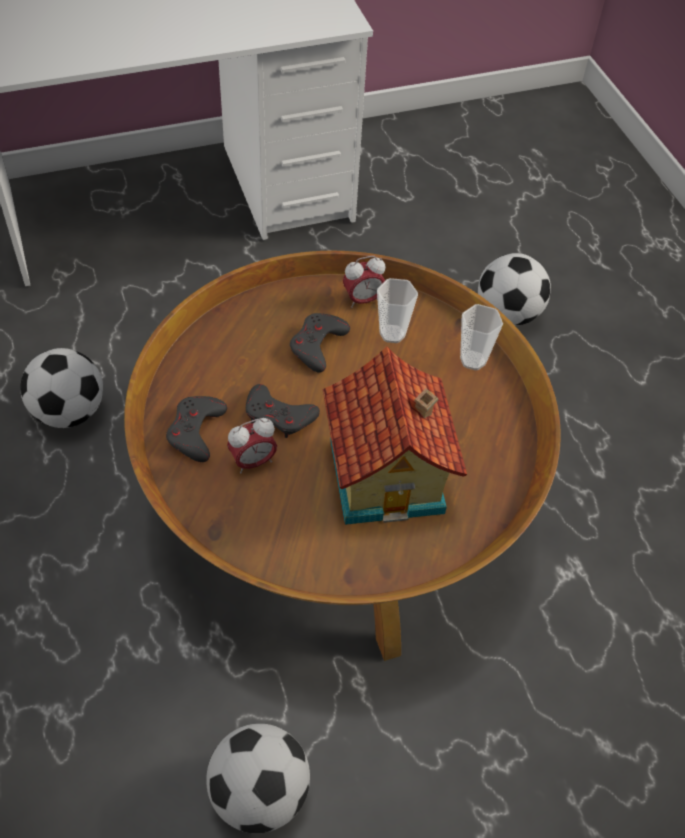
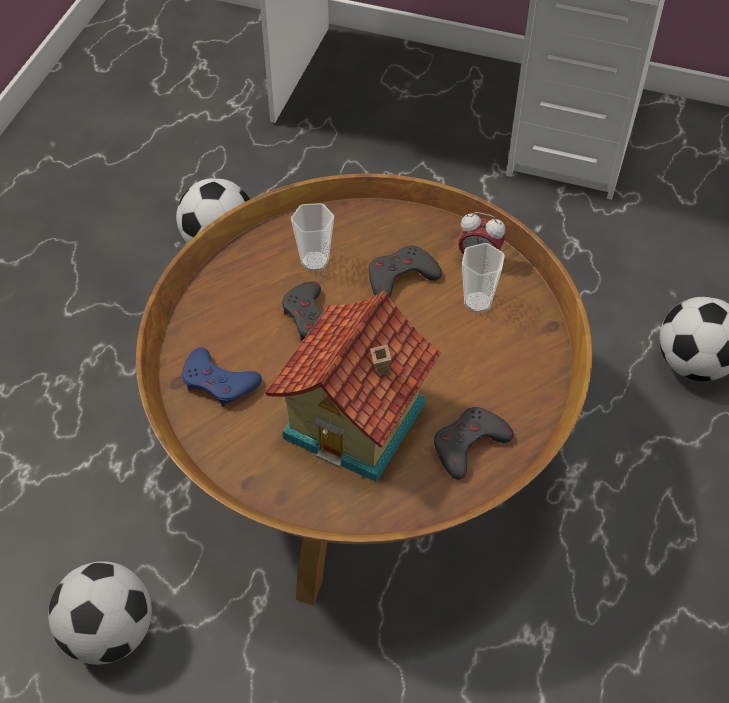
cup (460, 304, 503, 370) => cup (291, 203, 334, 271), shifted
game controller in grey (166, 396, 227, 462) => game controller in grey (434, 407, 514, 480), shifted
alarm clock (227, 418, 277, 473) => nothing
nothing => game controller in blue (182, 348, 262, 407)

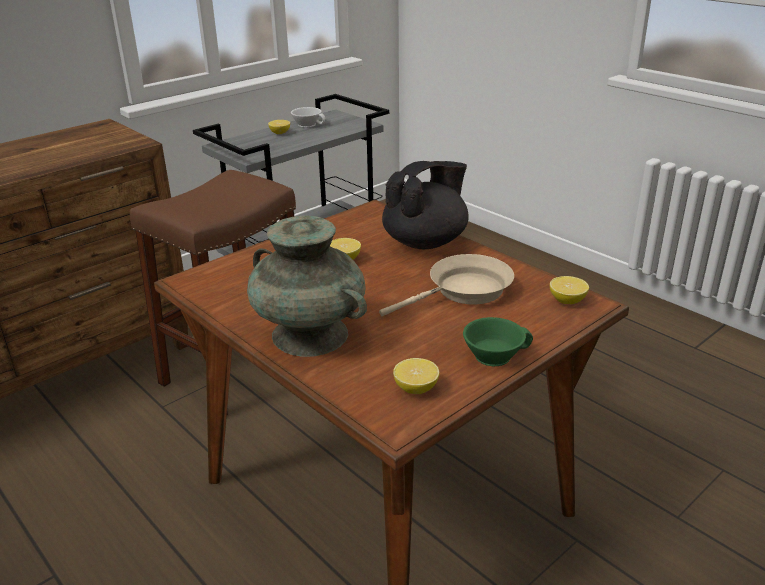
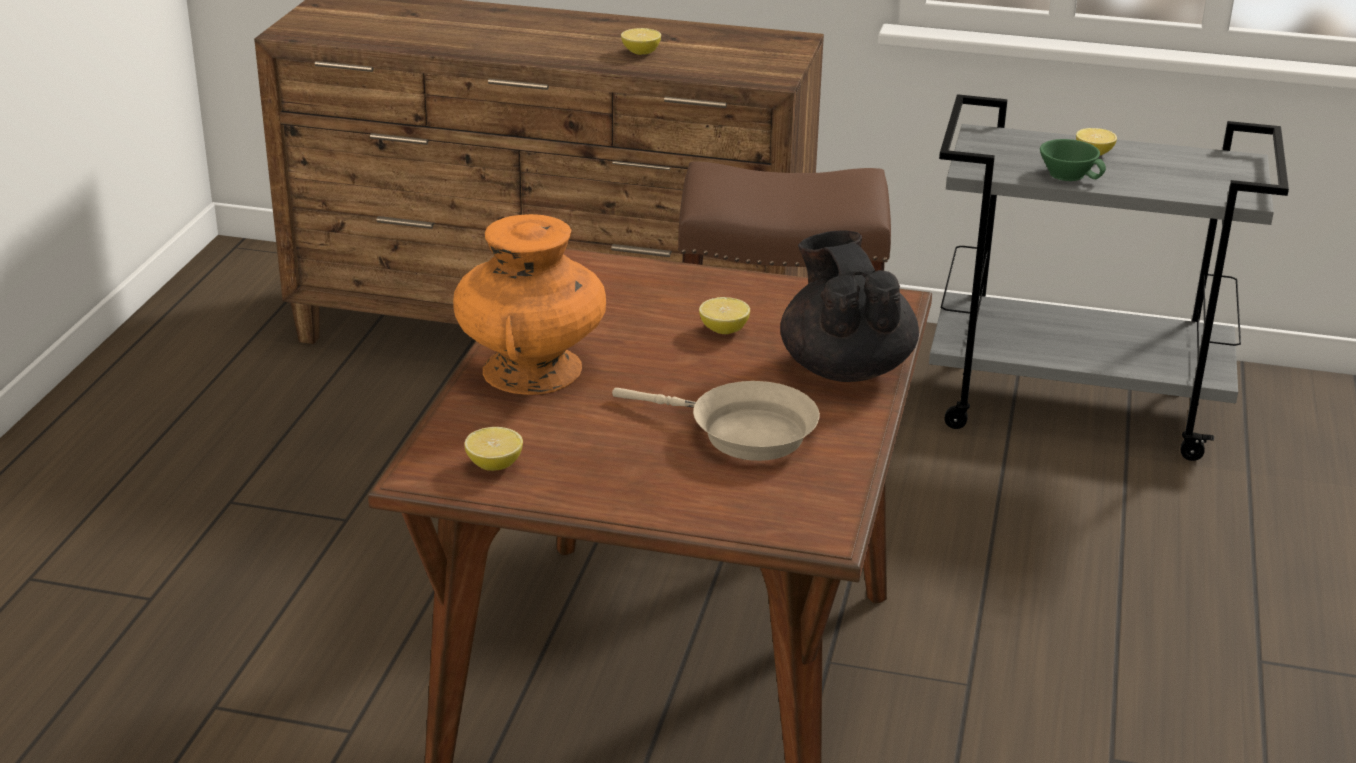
cup in white (291, 107, 326, 127) => nothing
teapot in black (382, 161, 469, 249) => teapot in black (780, 230, 919, 382), 120 degrees counterclockwise
vase in turquoise (247, 216, 367, 357) => vase in orange (453, 214, 606, 395)
lemon (550, 276, 589, 304) => lemon (621, 28, 661, 55), shifted
cup in green (463, 317, 533, 366) => cup in green (1040, 139, 1106, 181), shifted

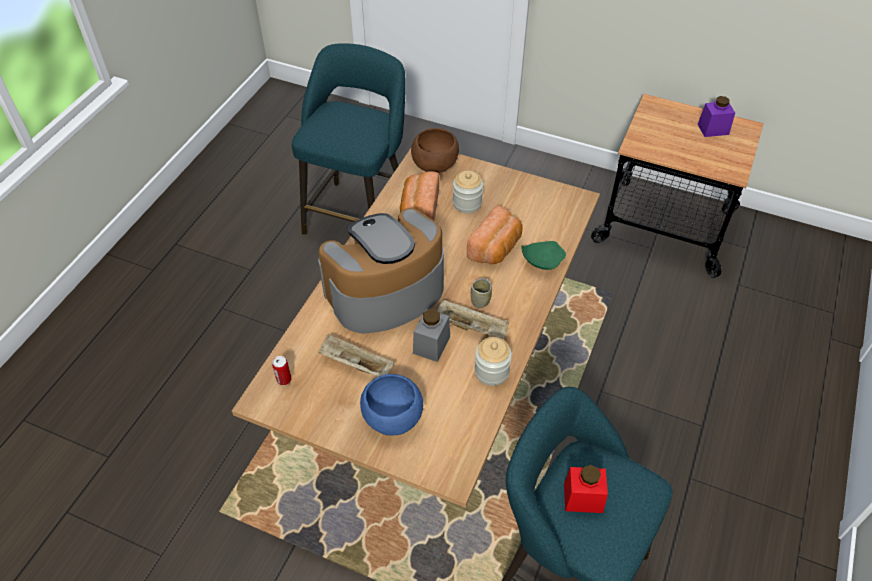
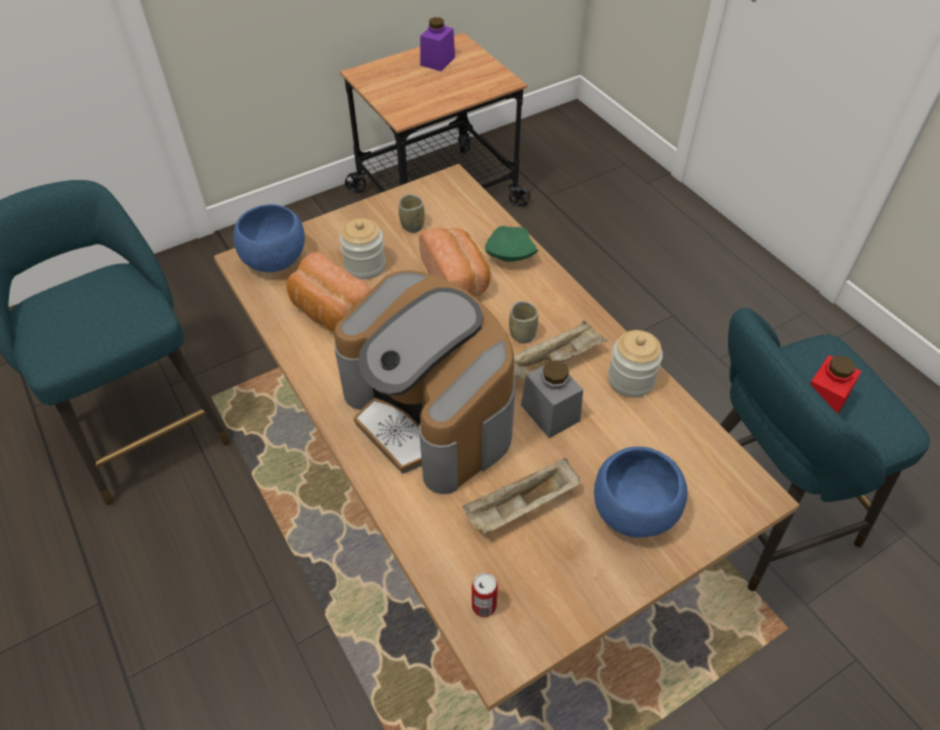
bowl in brown (411, 128, 459, 173) => bowl in blue (233, 204, 305, 272)
coffee machine (318, 208, 444, 334) => coffee machine (334, 270, 515, 494), 45 degrees counterclockwise
nothing => cup (399, 194, 425, 233)

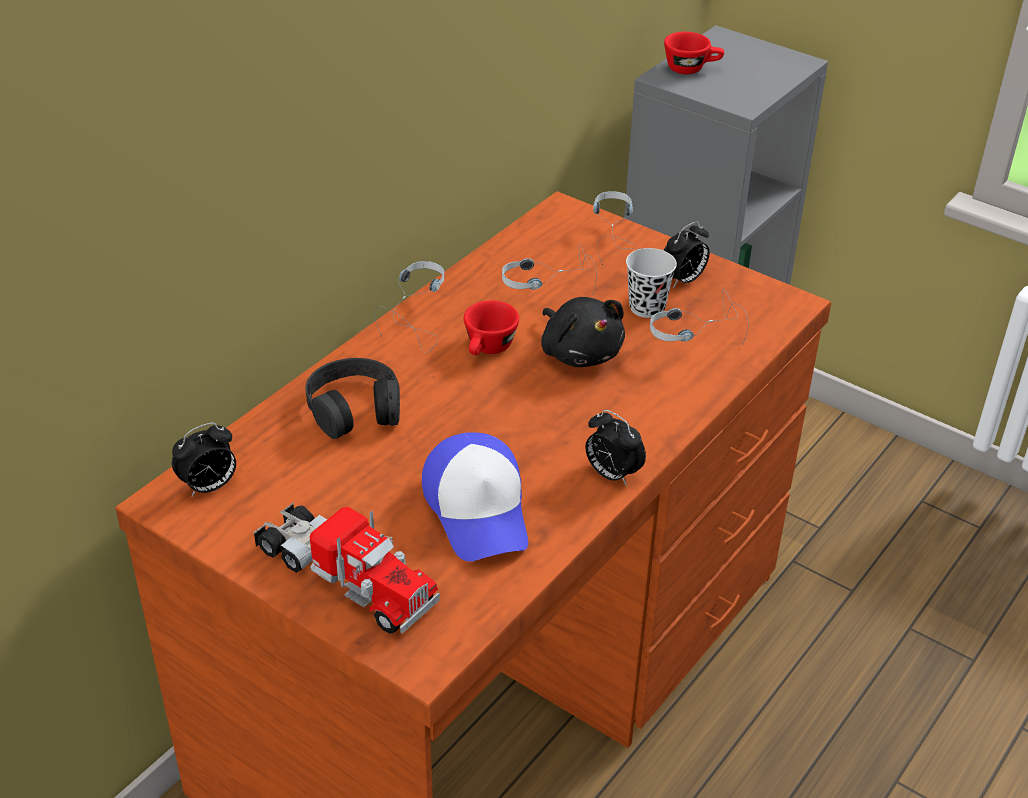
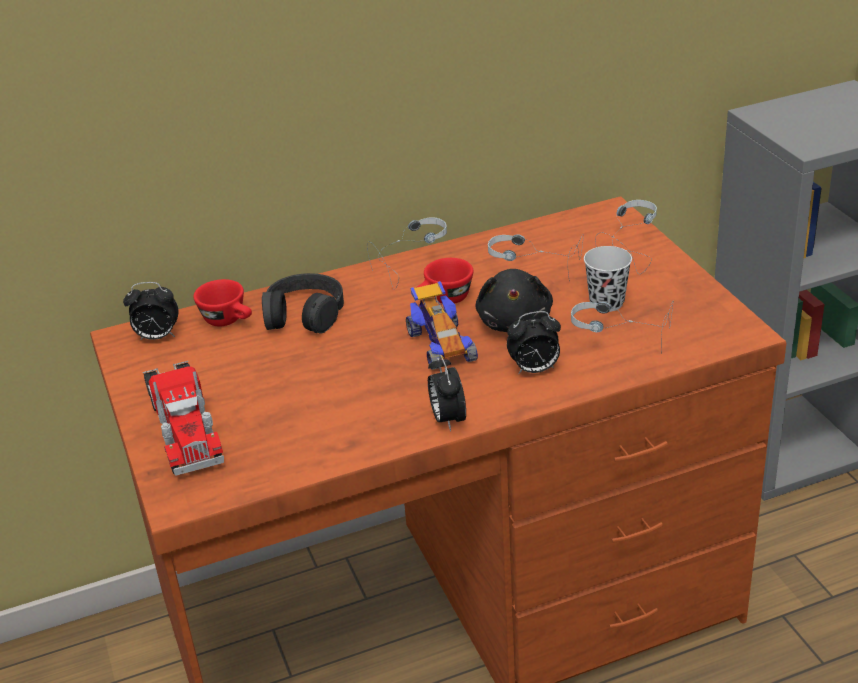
cup in red (664, 32, 724, 74) => cup in red (193, 279, 252, 326), shifted
alarm clock (664, 221, 710, 288) => alarm clock (507, 311, 561, 374), shifted
cap (422, 432, 528, 562) => nothing
nothing => toy car (406, 281, 478, 370)

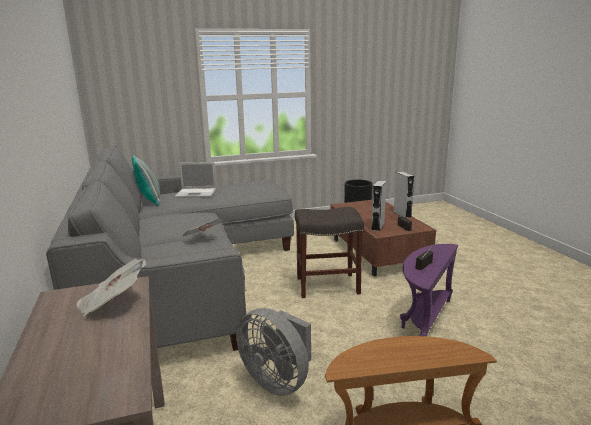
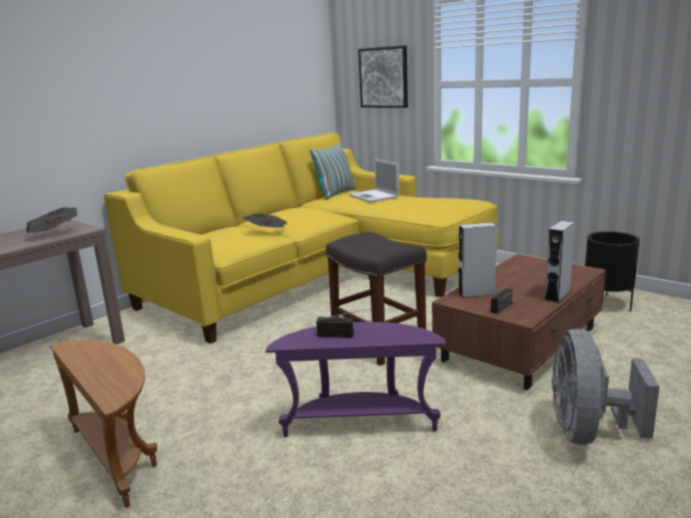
sofa in grey (46, 146, 294, 351) => sofa in yellow (104, 132, 499, 344)
fan in grey (236, 308, 311, 396) => fan in grey (552, 329, 660, 445), shifted
nothing => picture (358, 46, 408, 108)

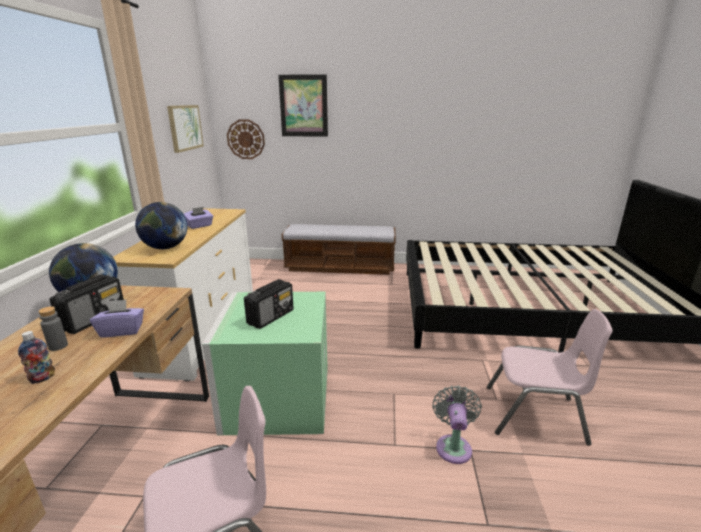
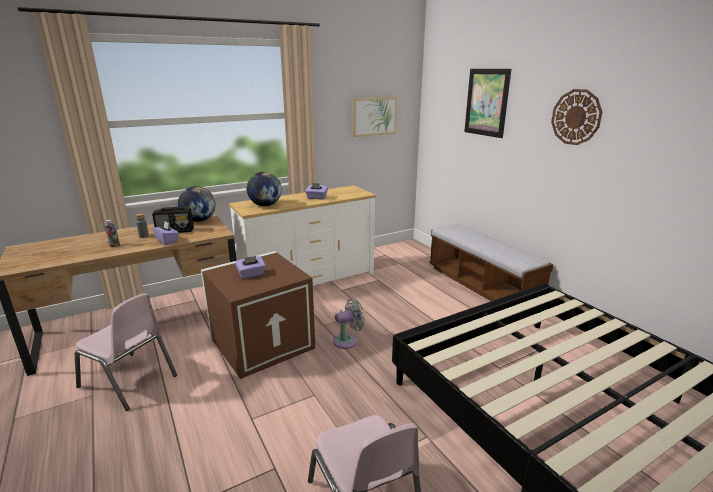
wall clock (227, 120, 265, 159) => wall clock (551, 89, 602, 145), shifted
radio (244, 279, 293, 329) => tissue box in purple (235, 256, 266, 279)
storage box in green (202, 292, 328, 435) => storage box in brown (201, 251, 315, 379)
fan in grey (432, 385, 482, 464) => fan in grey (333, 298, 365, 349), shifted

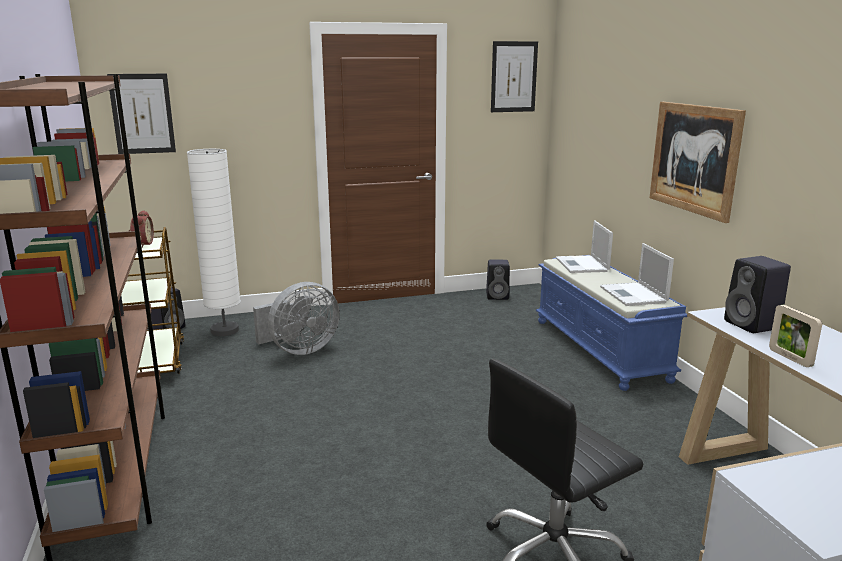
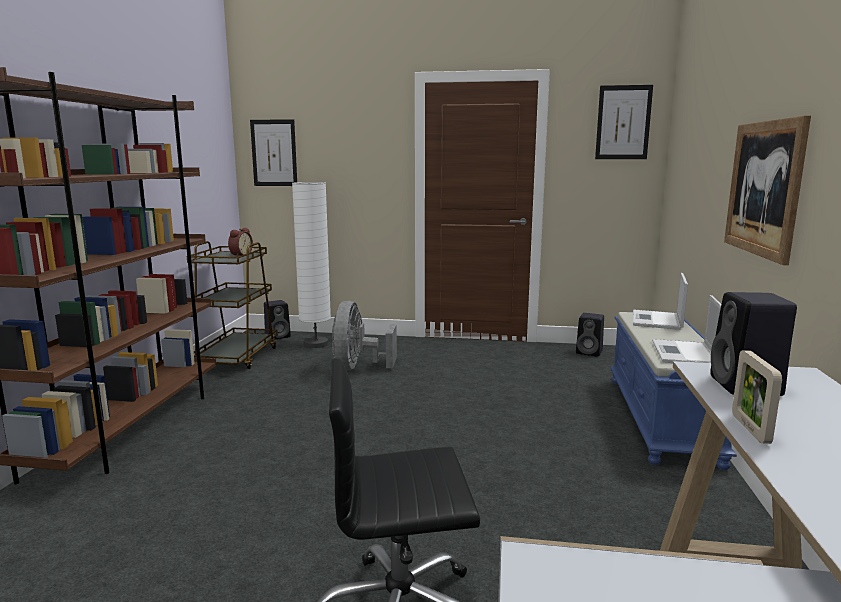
fan in grey (253, 282, 340, 355) => fan in grey (332, 301, 397, 371), 105 degrees clockwise

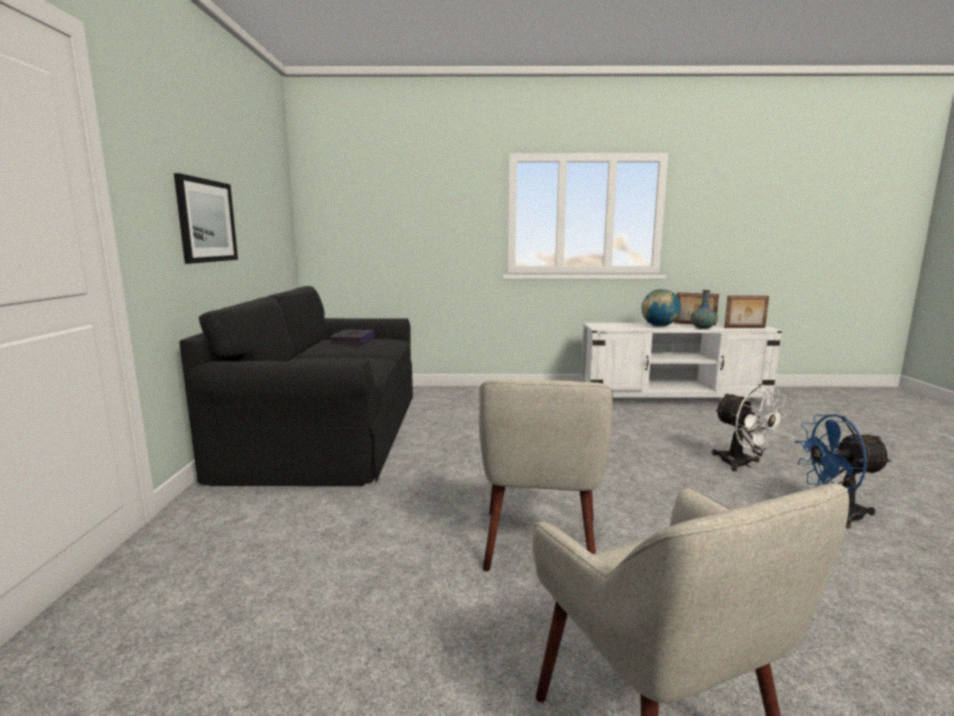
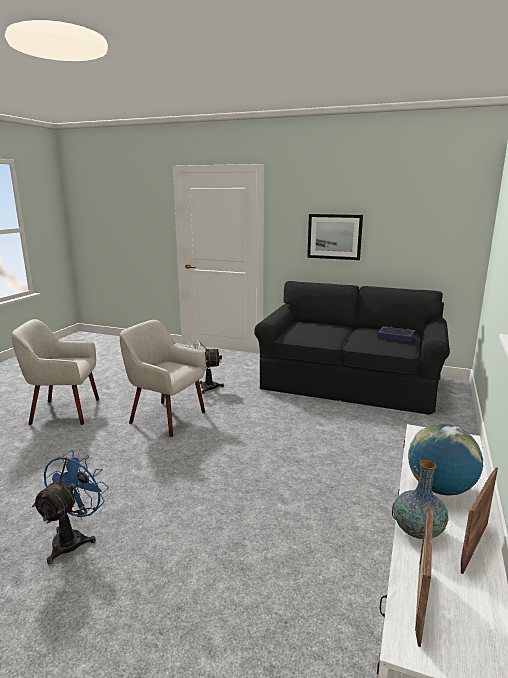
fan in white (712, 384, 787, 472) => fan in white (188, 340, 224, 394), shifted

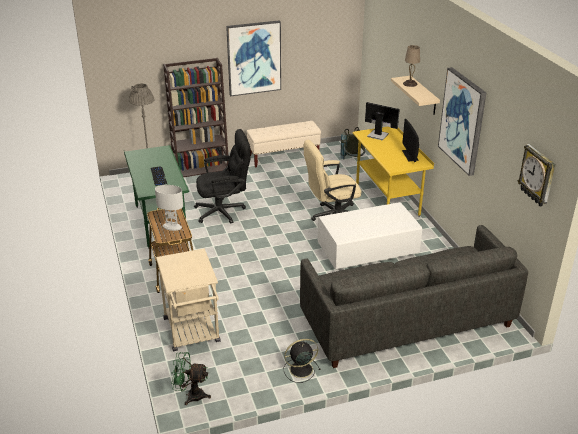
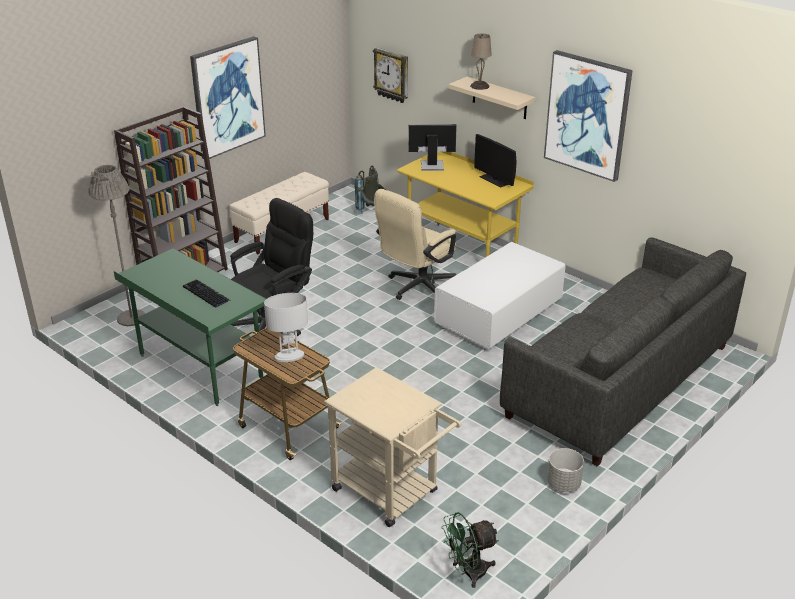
wall clock (518, 144, 555, 206) => wall clock (373, 47, 408, 103), shifted
fan in black (283, 339, 321, 383) => planter in grey (547, 448, 584, 492)

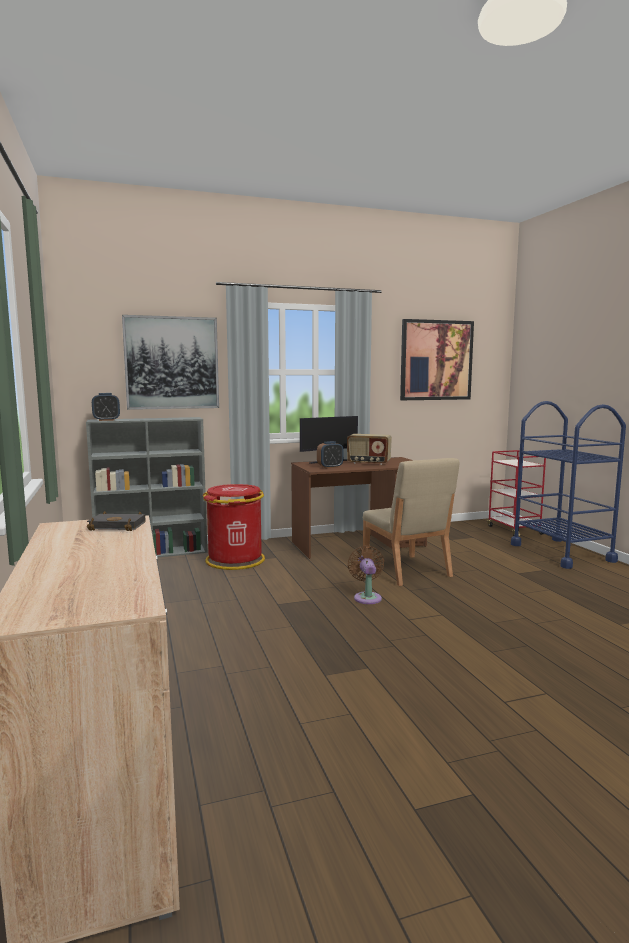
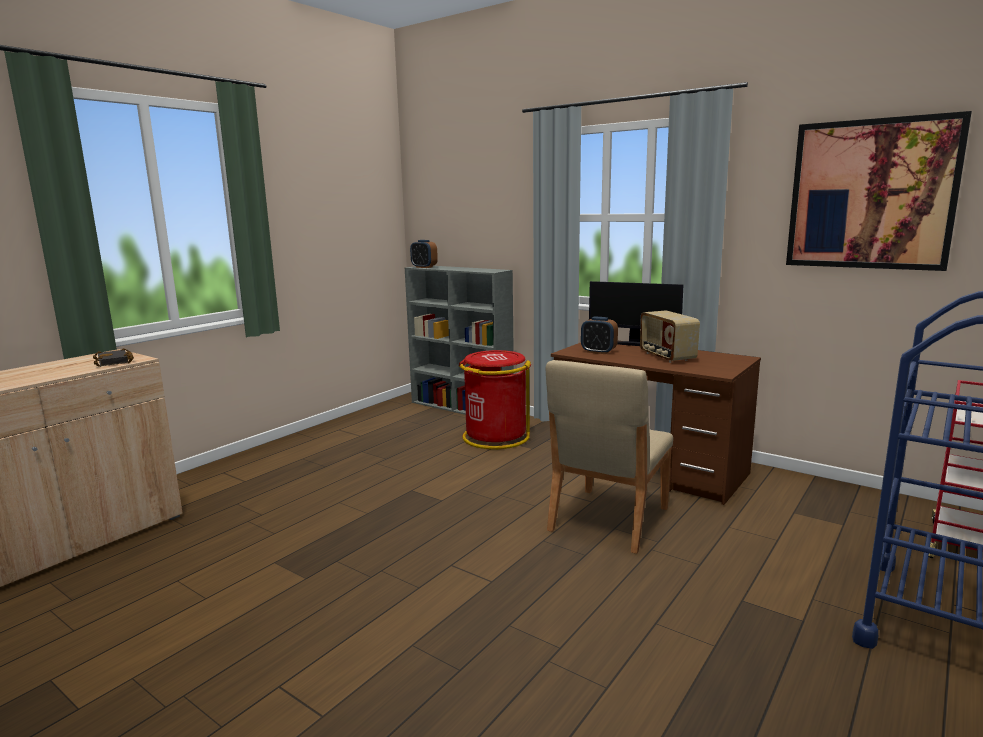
picture (122, 315, 219, 410) => nothing
fan in brown (348, 546, 384, 604) => nothing

